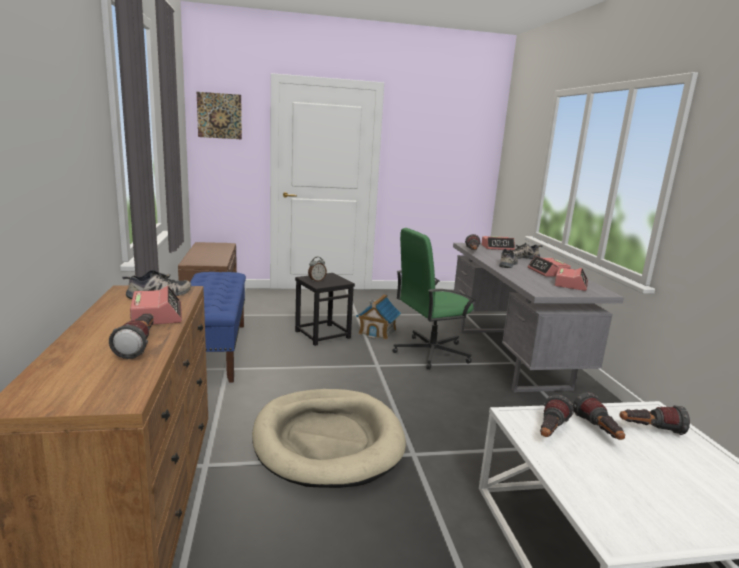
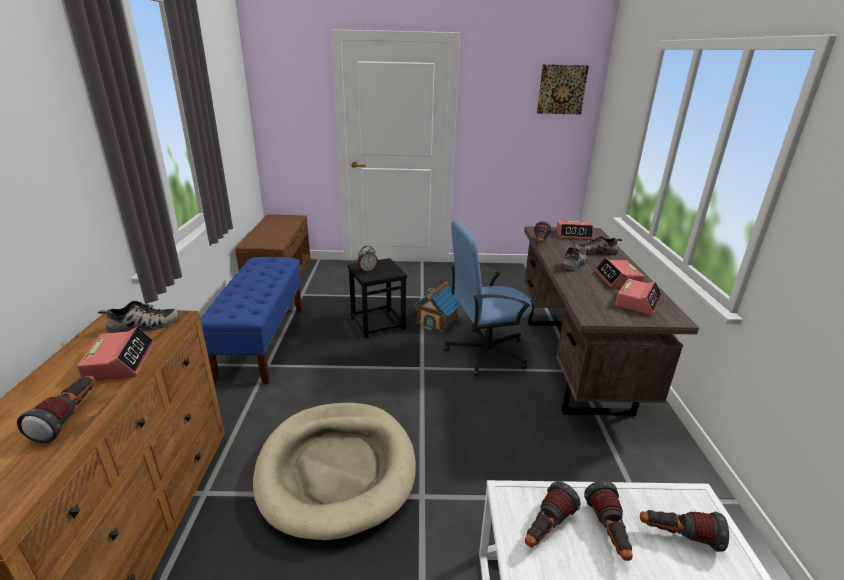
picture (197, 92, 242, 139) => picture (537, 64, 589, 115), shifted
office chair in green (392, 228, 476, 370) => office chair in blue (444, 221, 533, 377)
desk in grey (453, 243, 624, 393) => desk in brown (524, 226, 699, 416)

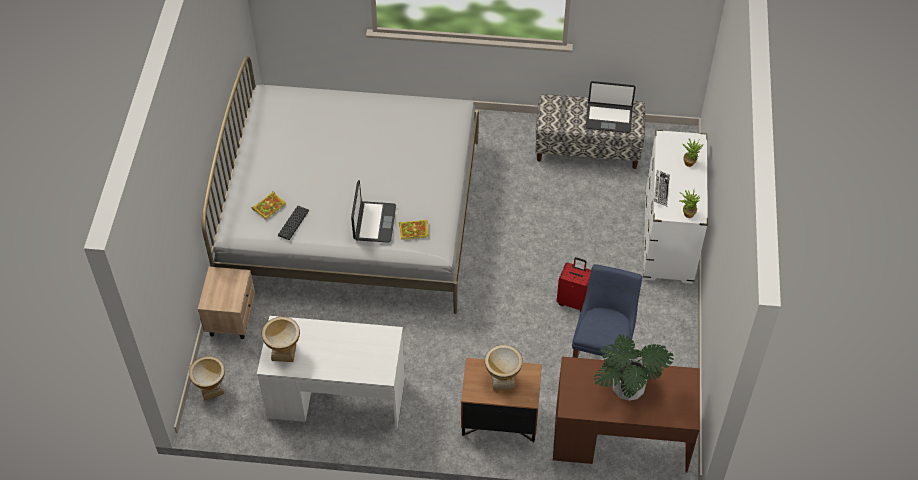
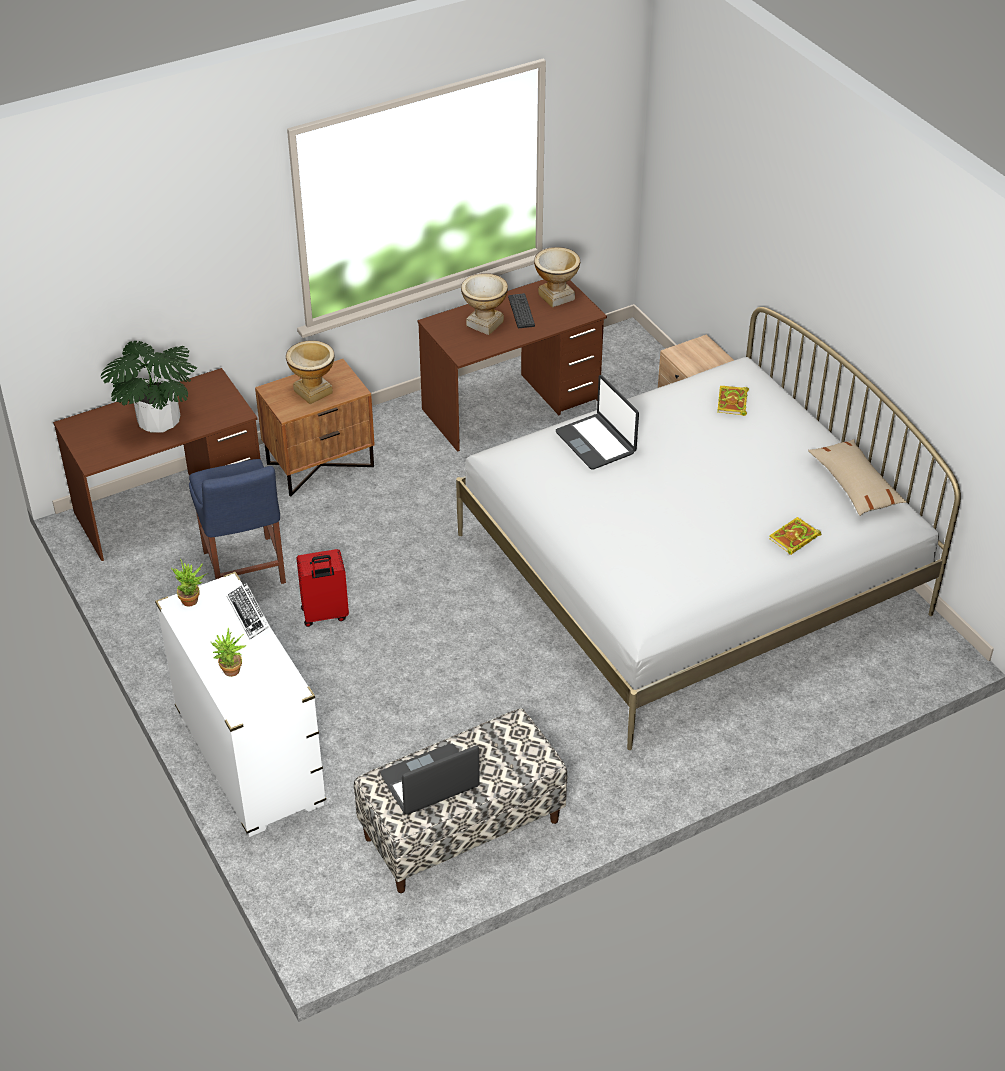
keyboard (278, 206, 309, 240) => keyboard (508, 293, 535, 328), shifted
book (399, 220, 429, 240) => book (769, 517, 821, 555), shifted
desk in white (257, 316, 405, 430) => desk in brown (417, 279, 607, 452)
vase (189, 356, 225, 401) => vase (461, 273, 508, 335), shifted
nothing => pillow in beige (808, 439, 907, 516)

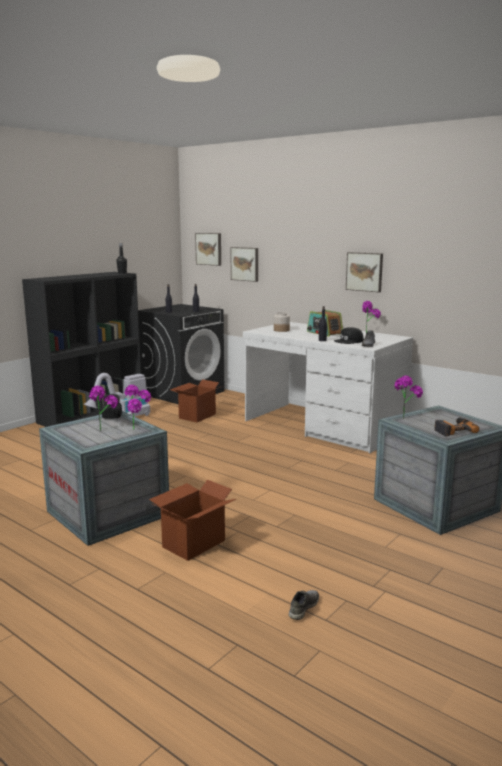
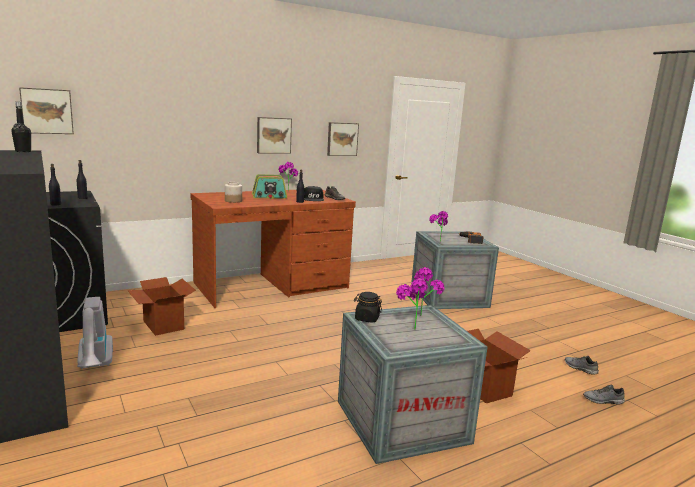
picture (230, 247, 258, 282) => picture (327, 122, 359, 156), shifted
desk in white (243, 322, 413, 453) => desk in brown (191, 190, 356, 308)
nothing => shoe in grey (583, 385, 625, 404)

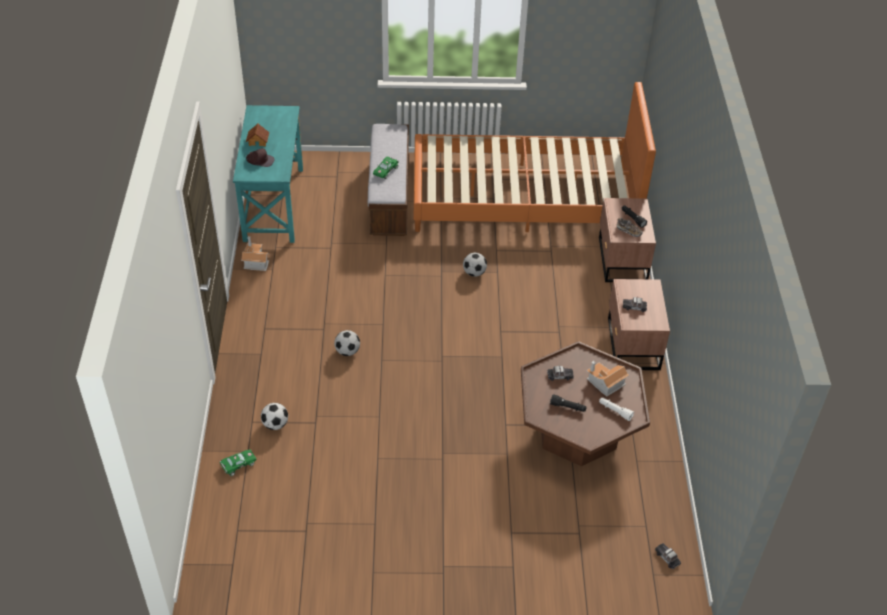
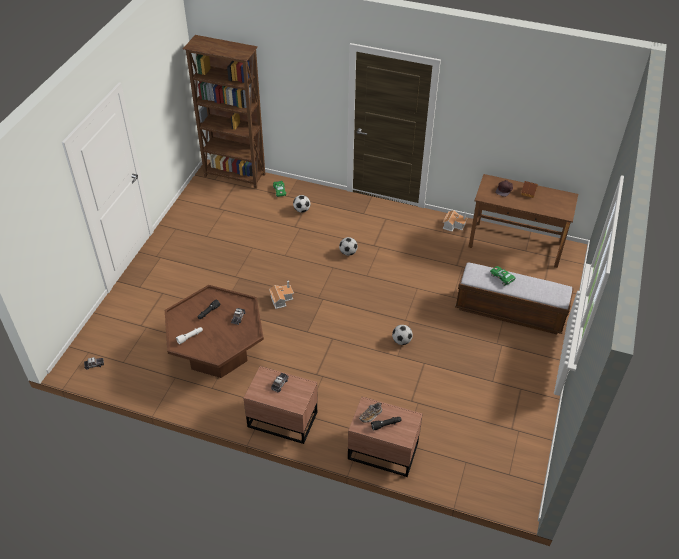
bed in orange (414, 82, 656, 232) => nothing
desk in turquoise (233, 105, 303, 243) => desk in brown (469, 174, 578, 268)
toy house (586, 361, 630, 396) => toy house (269, 280, 294, 309), shifted
nothing => bookcase in brown (183, 35, 265, 189)

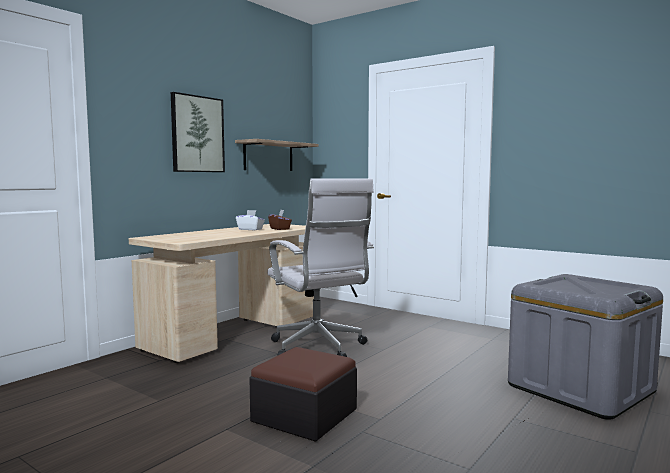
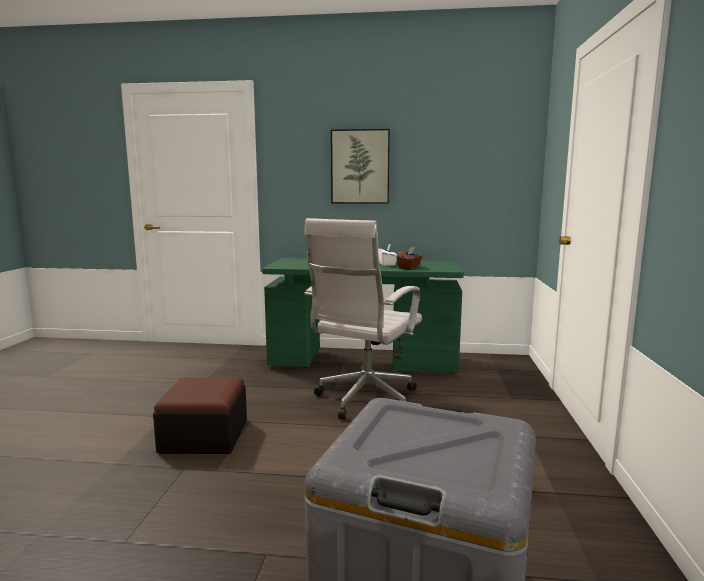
shelf (235, 139, 319, 171) => nothing
desk in beige (129, 224, 314, 363) => desk in green (262, 258, 464, 374)

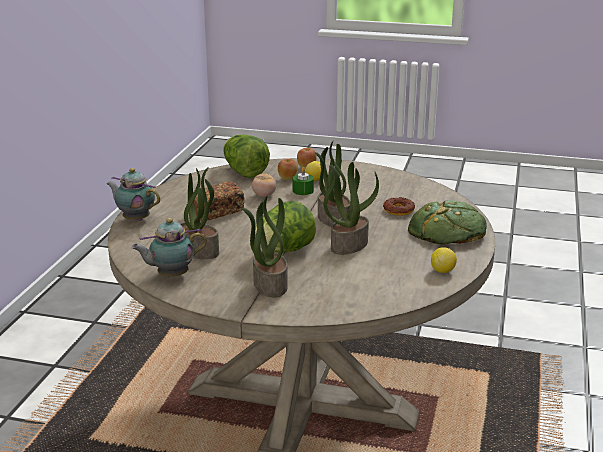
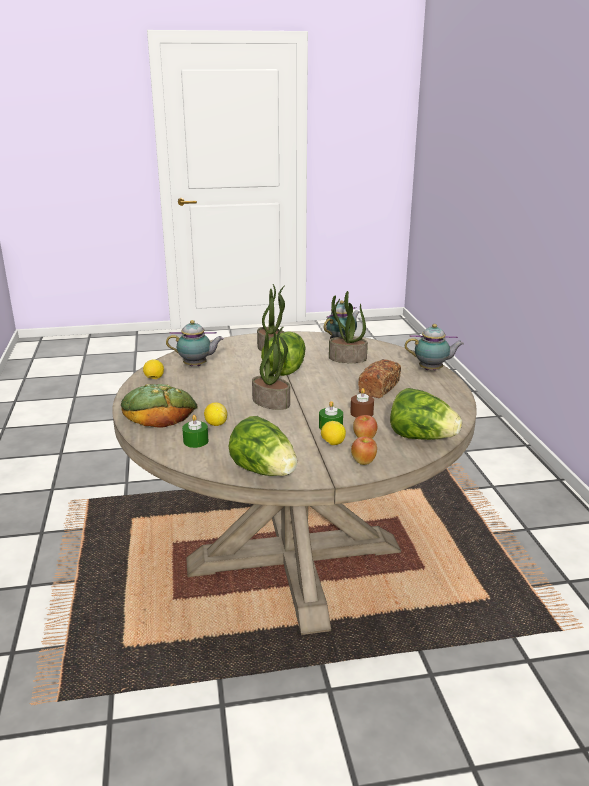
potted plant (324, 162, 379, 255) => nothing
tomato (252, 173, 276, 197) => candle in brown (350, 388, 374, 418)
donut (383, 197, 415, 216) => lemon (204, 403, 227, 426)
nothing => teapot (166, 320, 224, 366)
nothing => candle in green (182, 415, 209, 448)
nothing => lettuce (228, 416, 297, 476)

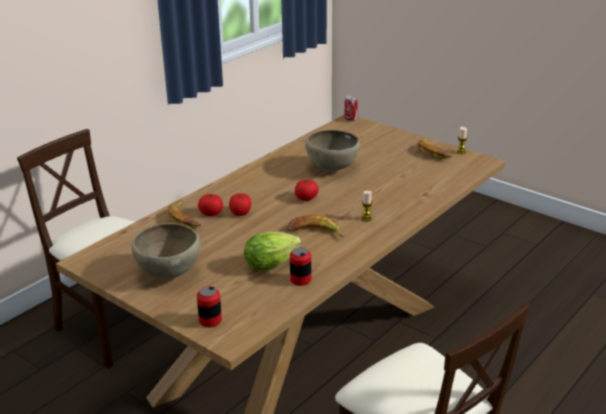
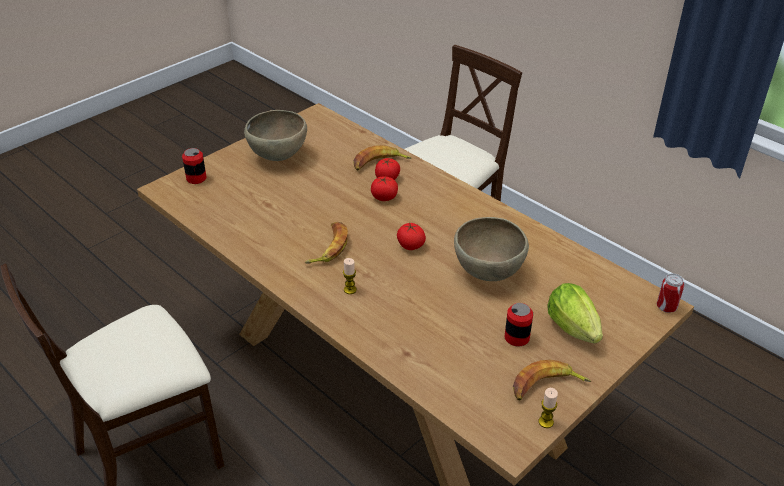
lettuce (244, 232, 301, 271) => lettuce (547, 283, 603, 344), shifted
can (290, 247, 311, 286) => can (505, 303, 533, 346), shifted

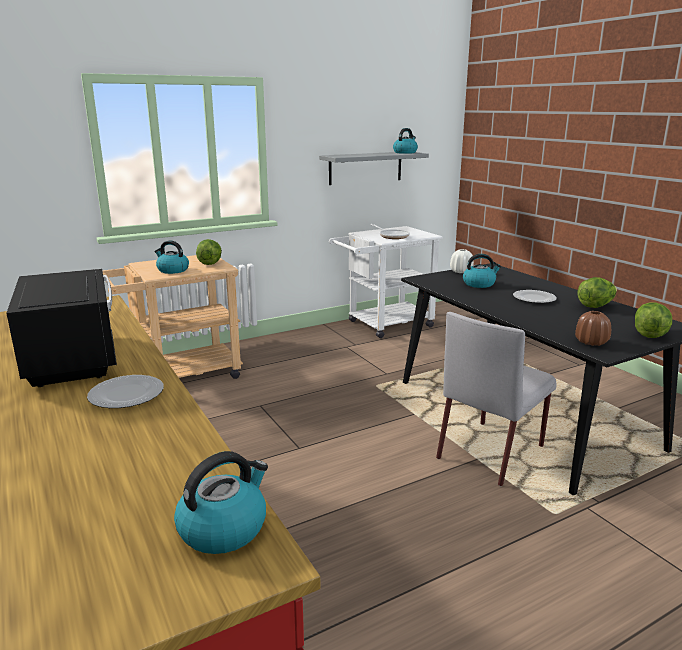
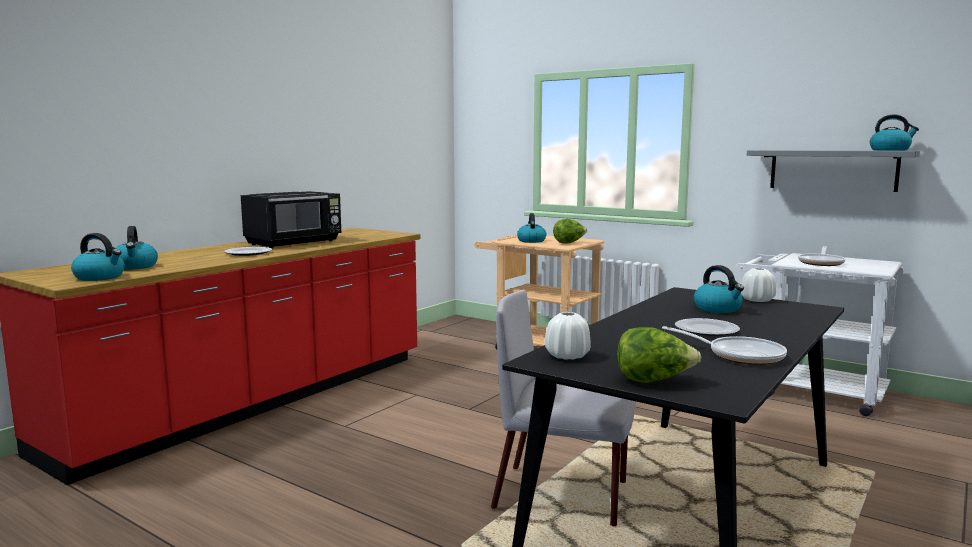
lettuce (578, 277, 617, 308) => frying pan (662, 326, 787, 365)
vase in brown (575, 311, 611, 346) => vase in white (545, 312, 591, 360)
nothing => kettle (115, 226, 158, 270)

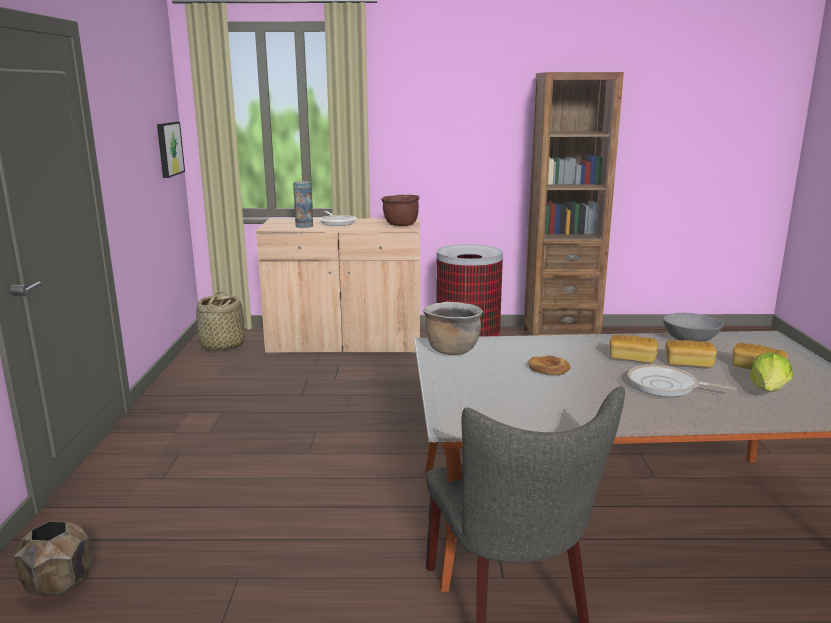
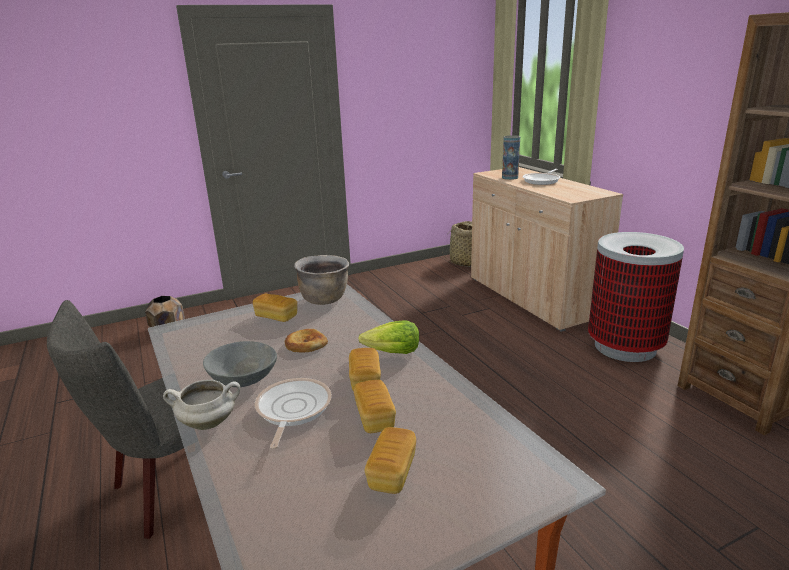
picture (157, 122, 185, 178) => nothing
cooking pot in brown (381, 195, 419, 226) => nothing
bowl in grey (663, 313, 724, 342) => bowl in grey (203, 341, 277, 387), shifted
lettuce (750, 352, 793, 392) => lettuce (358, 321, 419, 354), shifted
nothing => bread (253, 294, 297, 322)
nothing => cooking pot in white (163, 380, 240, 430)

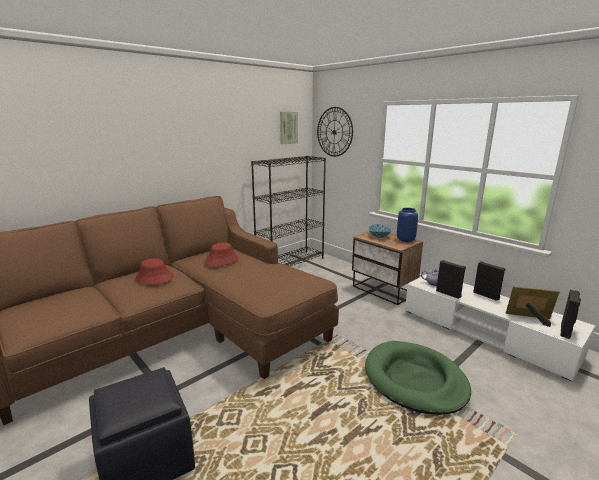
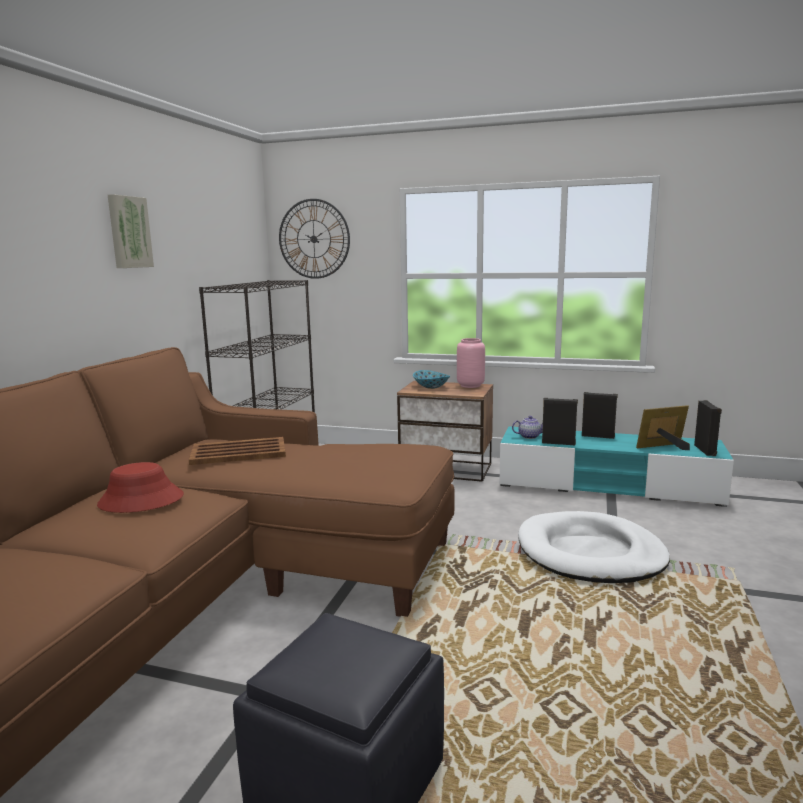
picture (280, 112, 298, 144) => picture (108, 194, 154, 268), shifted
vase in blue (397, 208, 418, 242) => vase in pink (457, 338, 485, 388)
hat in red (205, 243, 238, 266) => tray in brown (189, 437, 286, 465)
tv stand in white (405, 274, 595, 381) => tv stand in turquoise (499, 426, 734, 507)
dog bed in green (365, 341, 471, 415) => dog bed in white (518, 511, 670, 583)

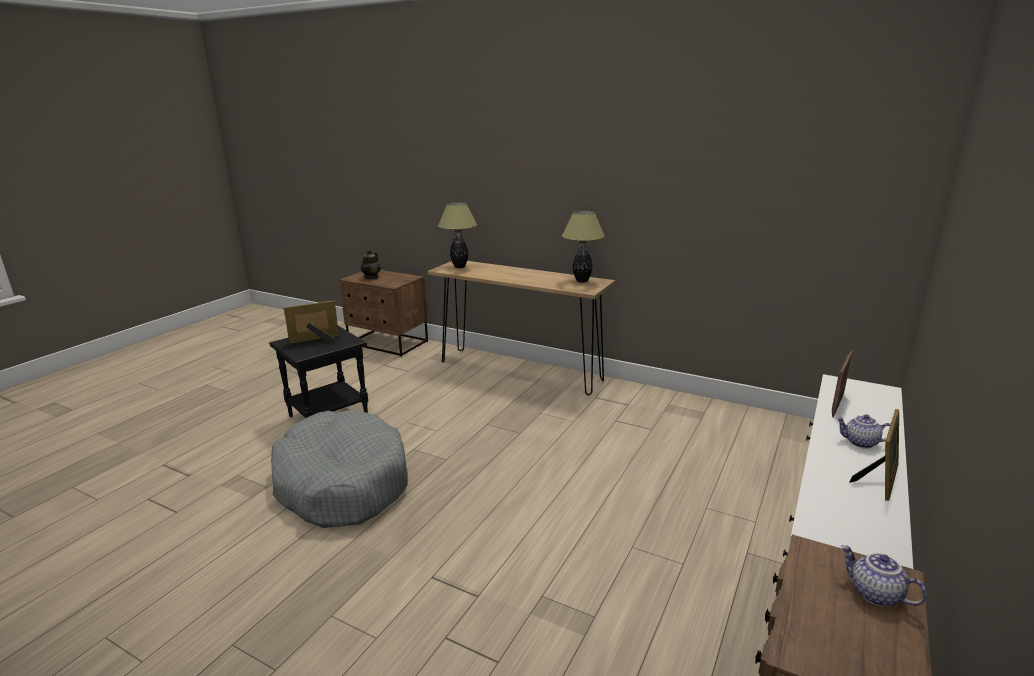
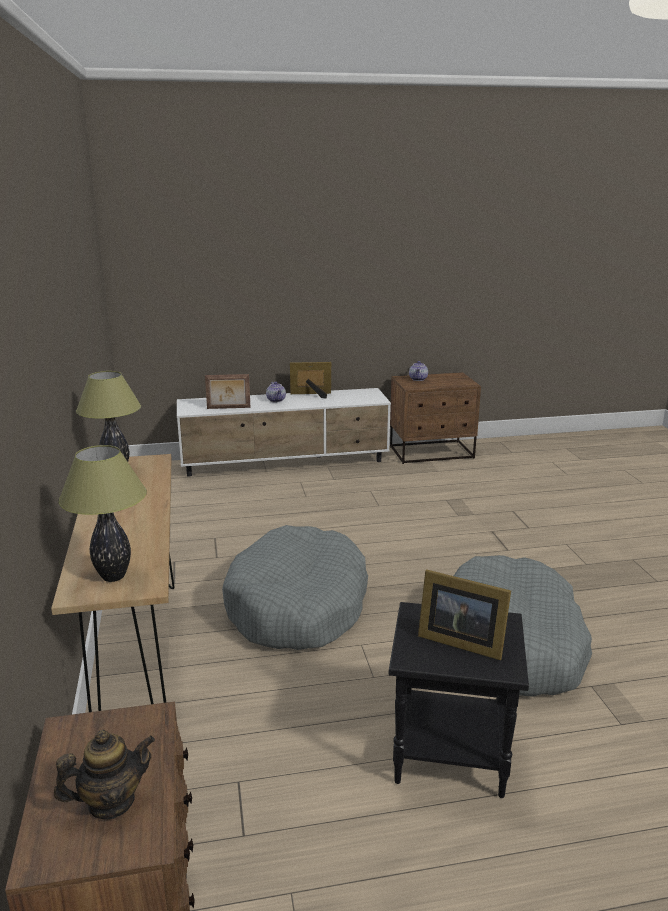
nothing => dog bed in grey (222, 525, 368, 650)

